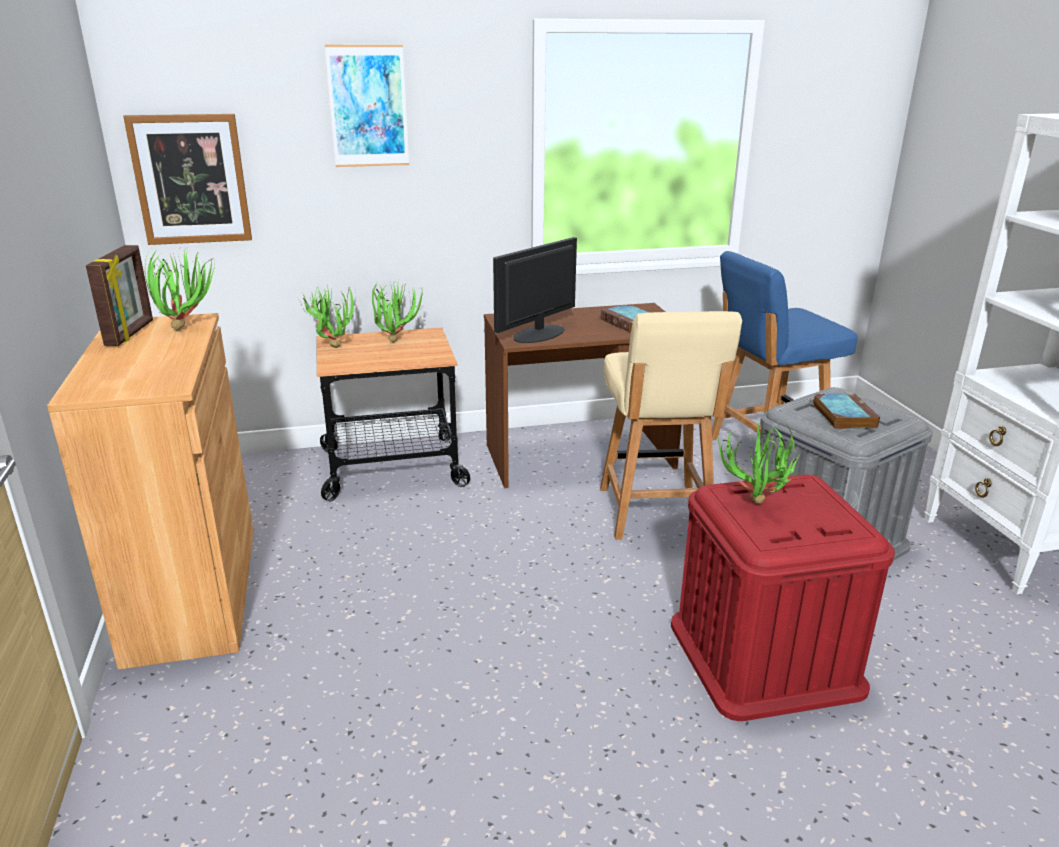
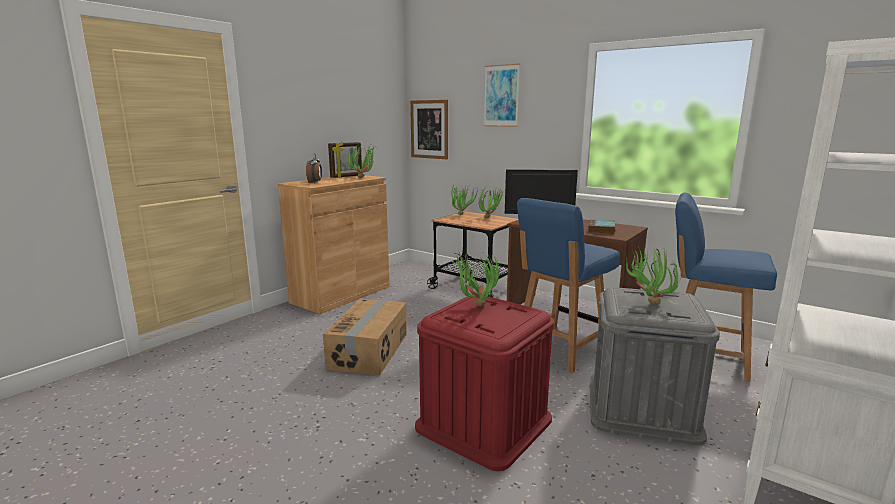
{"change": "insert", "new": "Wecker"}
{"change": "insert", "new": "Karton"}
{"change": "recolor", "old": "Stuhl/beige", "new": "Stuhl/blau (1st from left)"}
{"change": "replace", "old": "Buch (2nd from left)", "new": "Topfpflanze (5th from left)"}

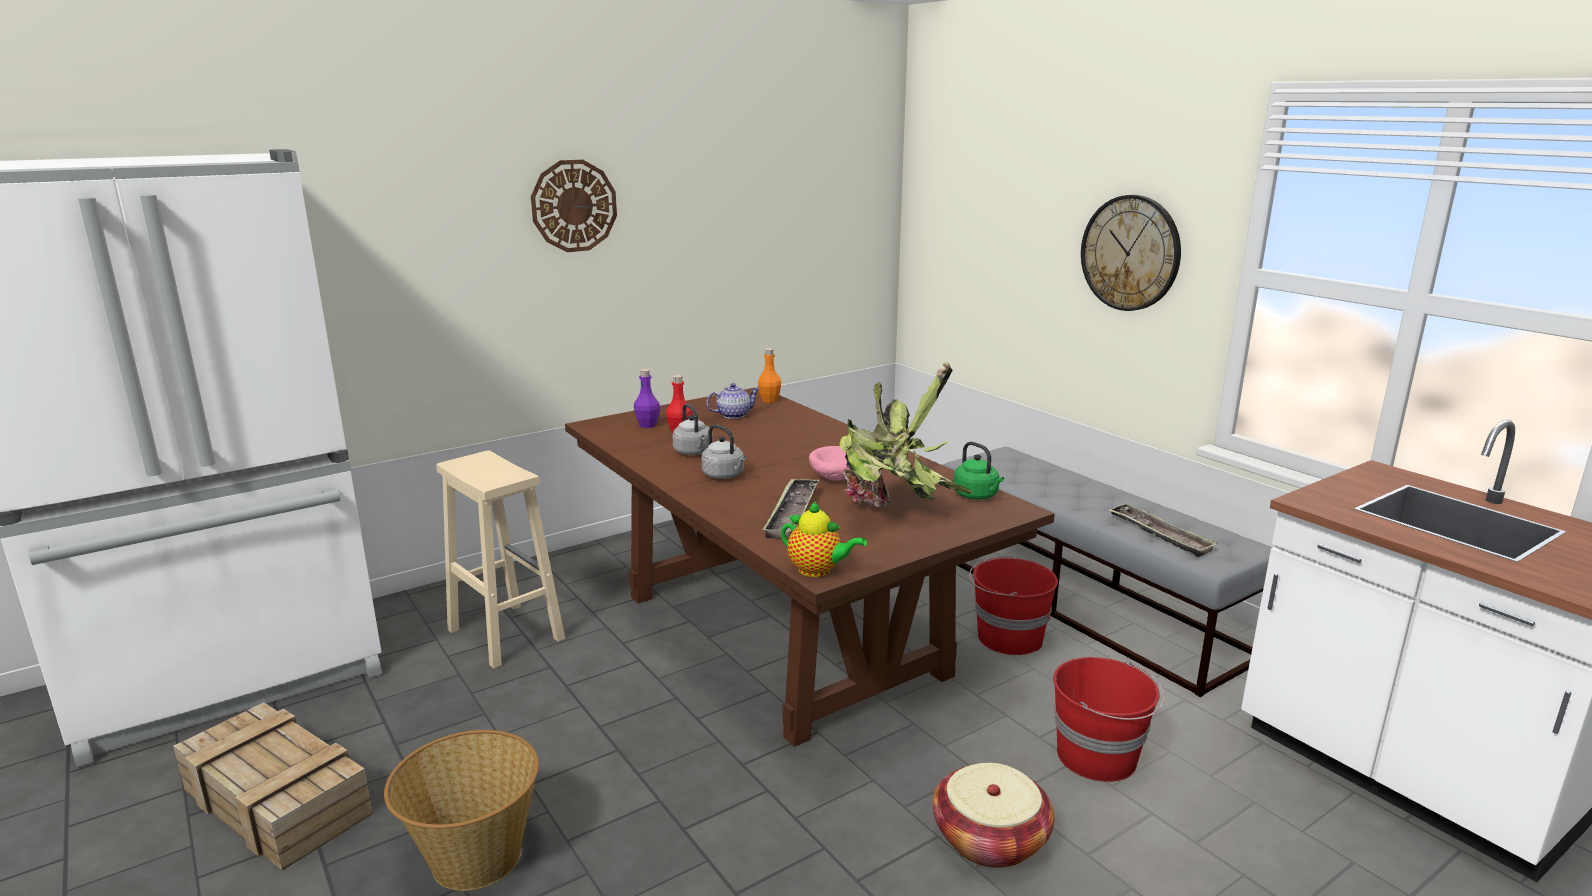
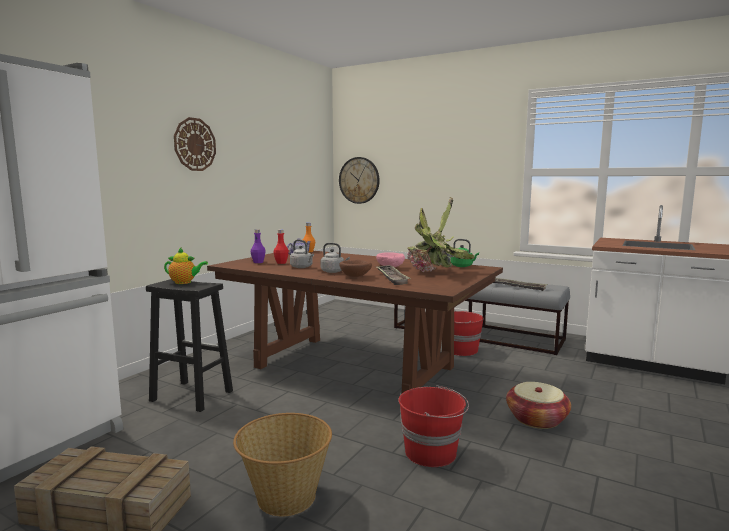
{"change": "recolor", "old": "Hocker/beige", "new": "Hocker/schwarz"}
{"change": "move", "old": "Teekanne (2nd from left in the first image)", "new": "Teekanne (1st from left)"}
{"change": "move", "old": "Wanduhr (2nd from left)"}
{"change": "insert", "new": "Schüssel/braun"}
{"change": "move", "old": "Eimer/rot (2nd from left in the first image)", "new": "Eimer/rot (1st from left)"}

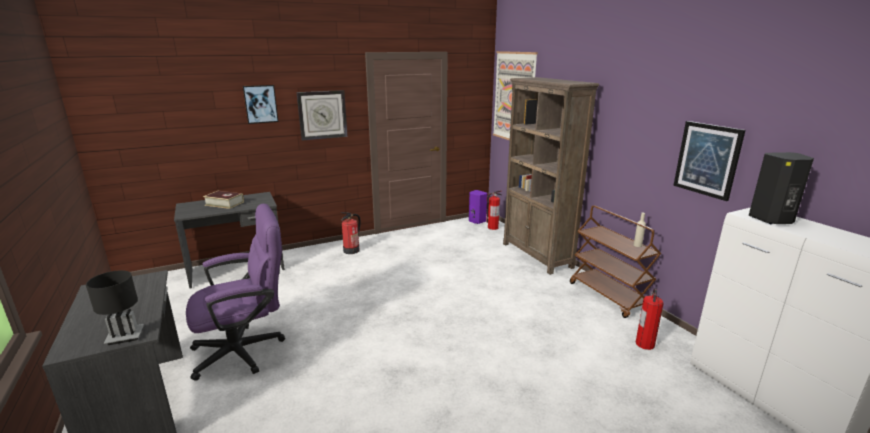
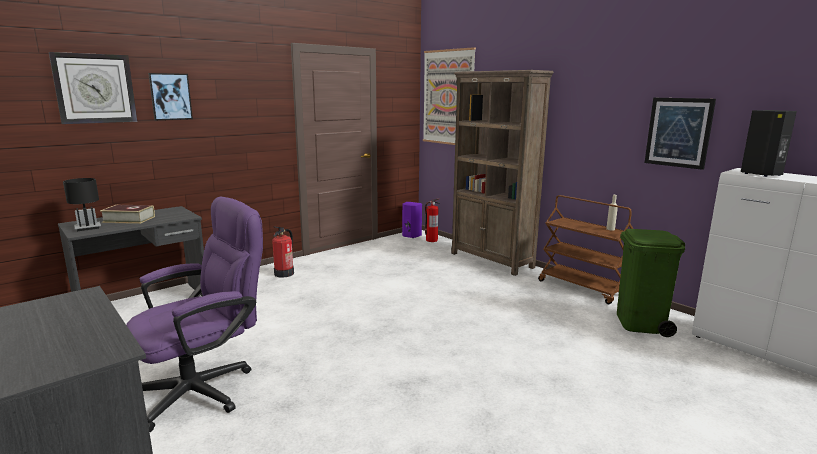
{"change": "move", "old": "Wanduhr"}
{"change": "move", "old": "Tischlampe/schwarz"}
{"change": "replace", "old": "Feuerlöscher (3rd from left)", "new": "Mülleimer/grün"}

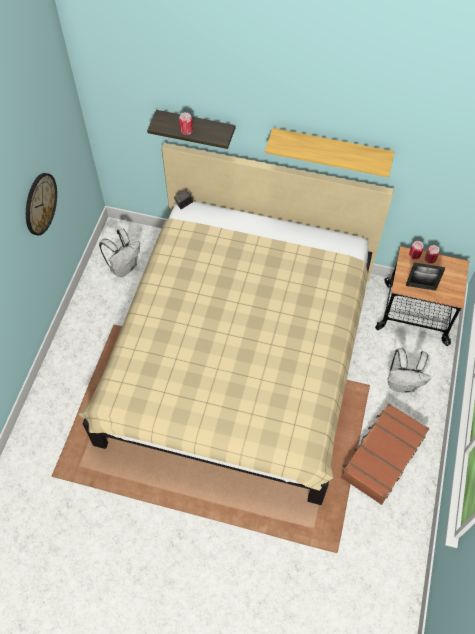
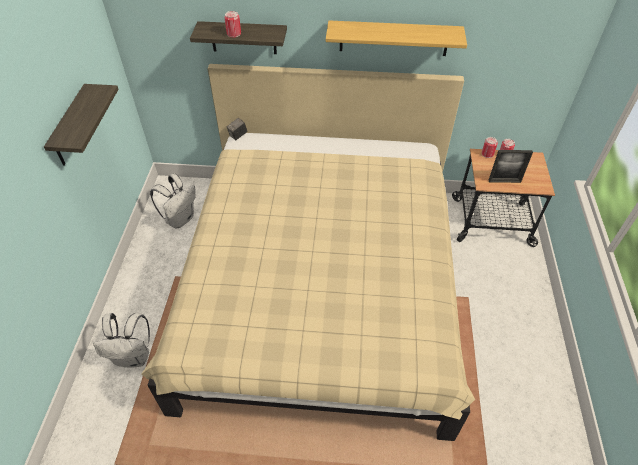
{"change": "replace", "old": "Wanduhr", "new": "Wandregal (1st from left)"}
{"change": "move", "old": "Rucksack/weiß (2nd from left in the first image)", "new": "Rucksack/weiß (1st from left)"}
{"change": "delete", "old": "Koffer/braun"}

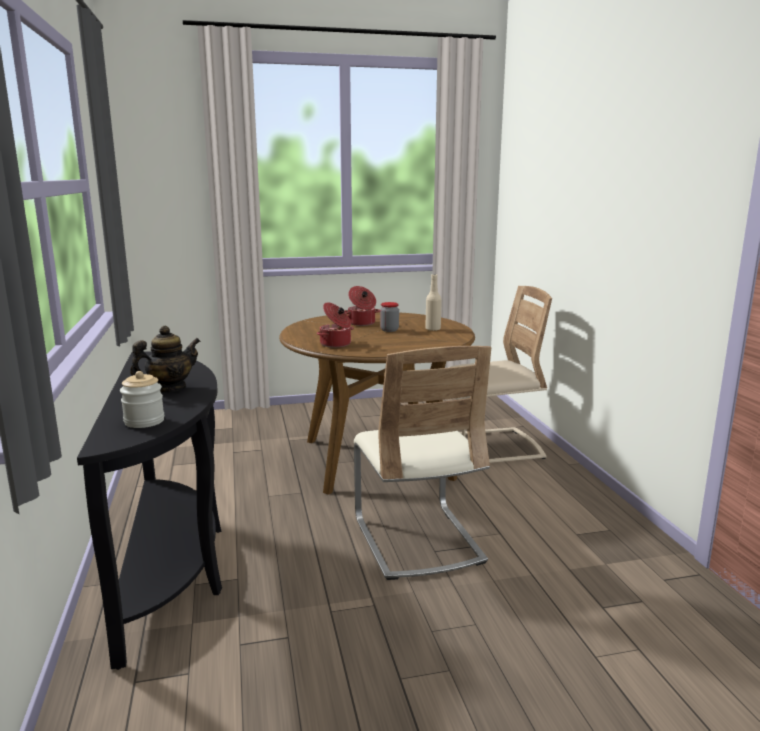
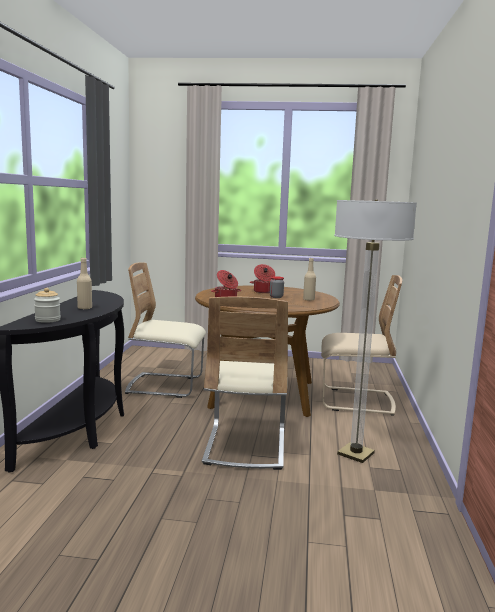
{"change": "replace", "old": "Teekanne", "new": "Flasche/beige (1st from left)"}
{"change": "insert", "new": "Stuhl/beige (1st from left)"}
{"change": "insert", "new": "Stehlampe"}

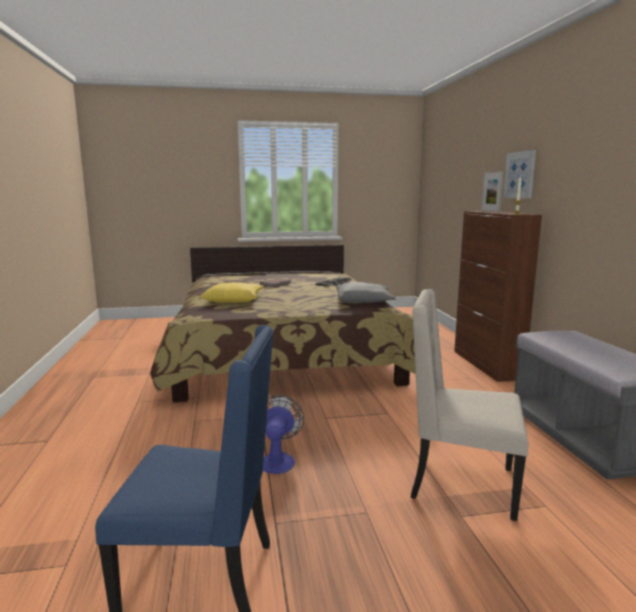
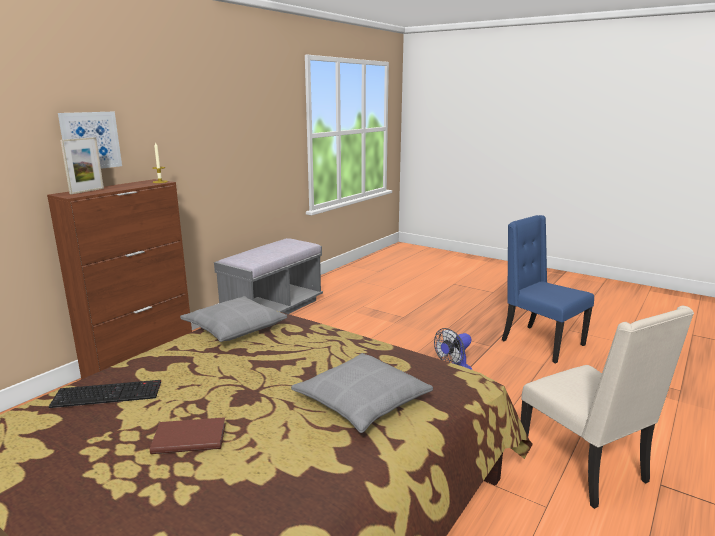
{"change": "recolor", "old": "Kissen/gelb", "new": "Kissen/grau (2nd from left)"}
{"change": "move", "old": "Stuhl/beige"}

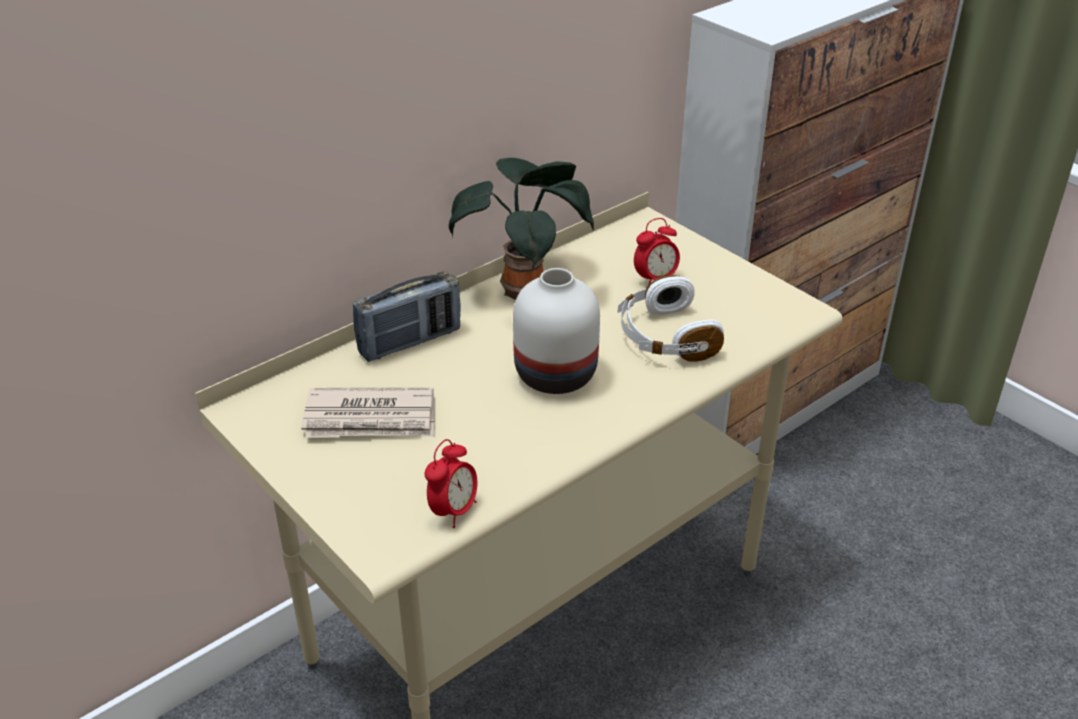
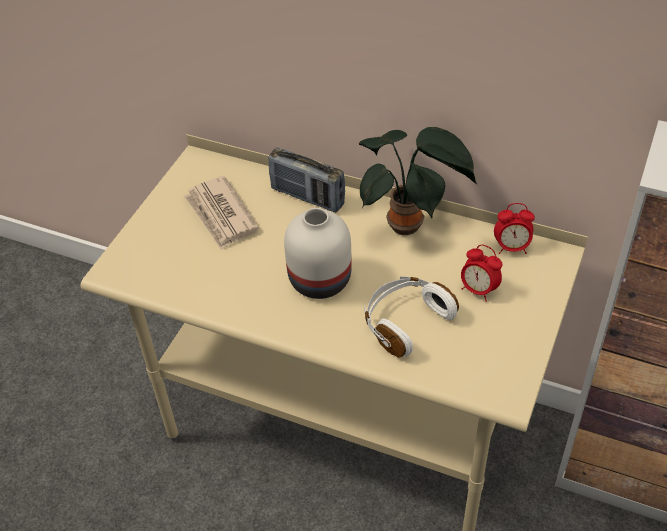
{"change": "move", "old": "Wecker (1st from left in the first image)", "new": "Wecker (2nd from left)"}

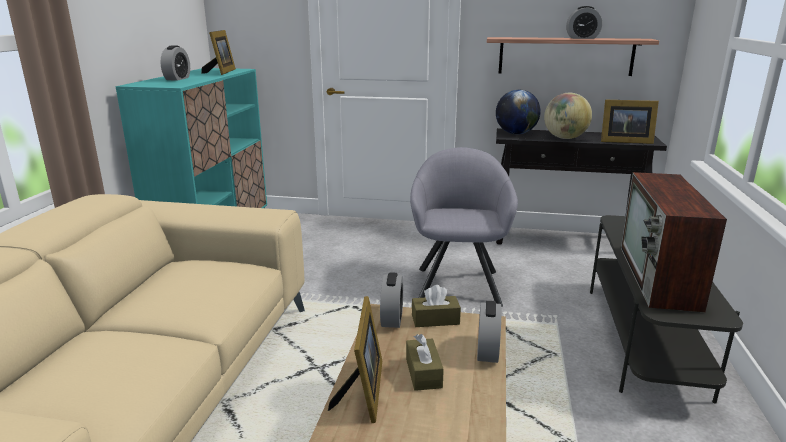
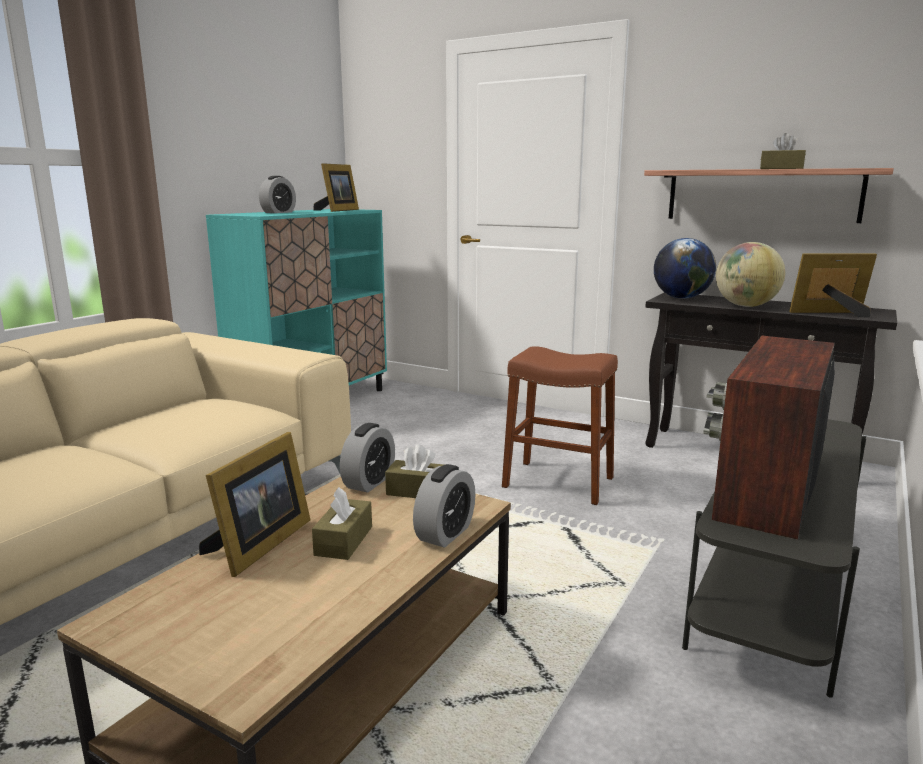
{"change": "replace", "old": "Sessel/grau", "new": "Hocker/braun"}
{"change": "replace", "old": "Wecker (4th from left)", "new": "Taschentuchbox/braun (3rd from left)"}
{"change": "rotate", "old": "Bilderrahmen (3rd from left)", "degrees": 150}

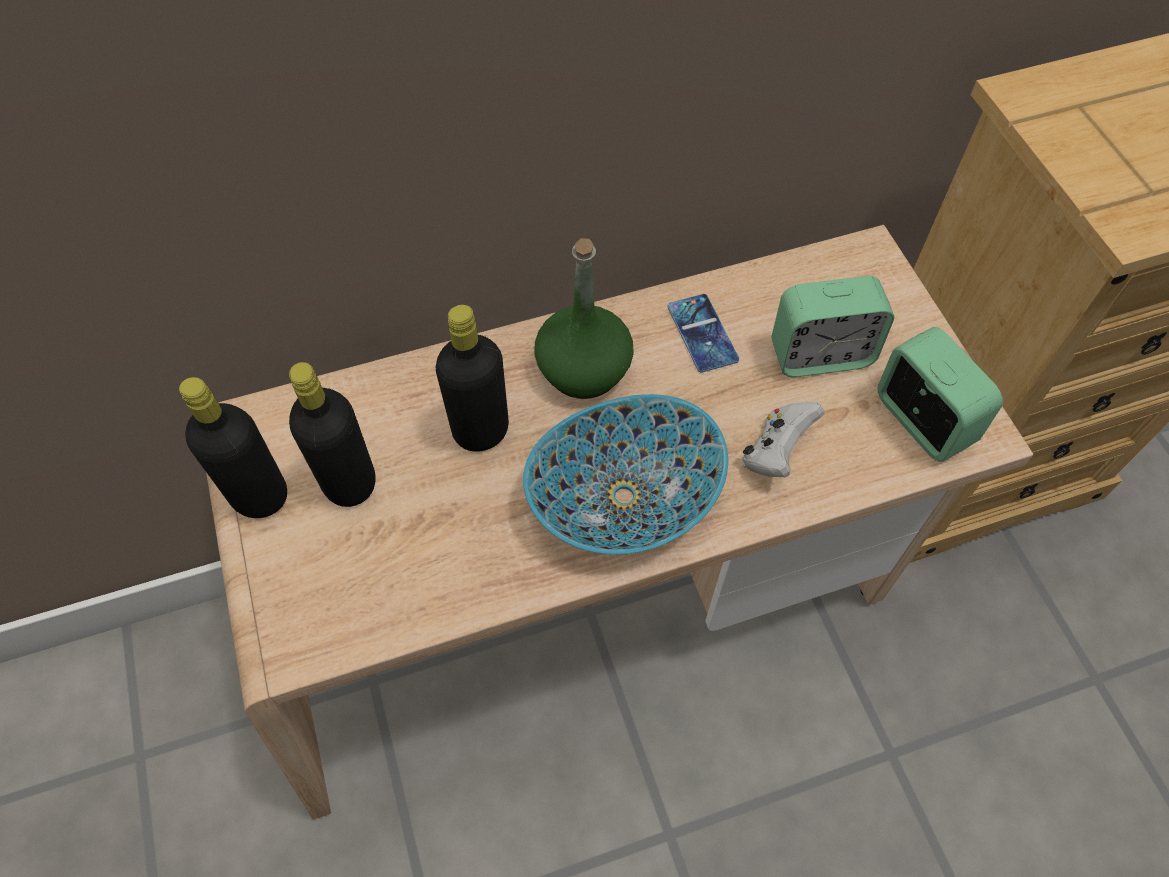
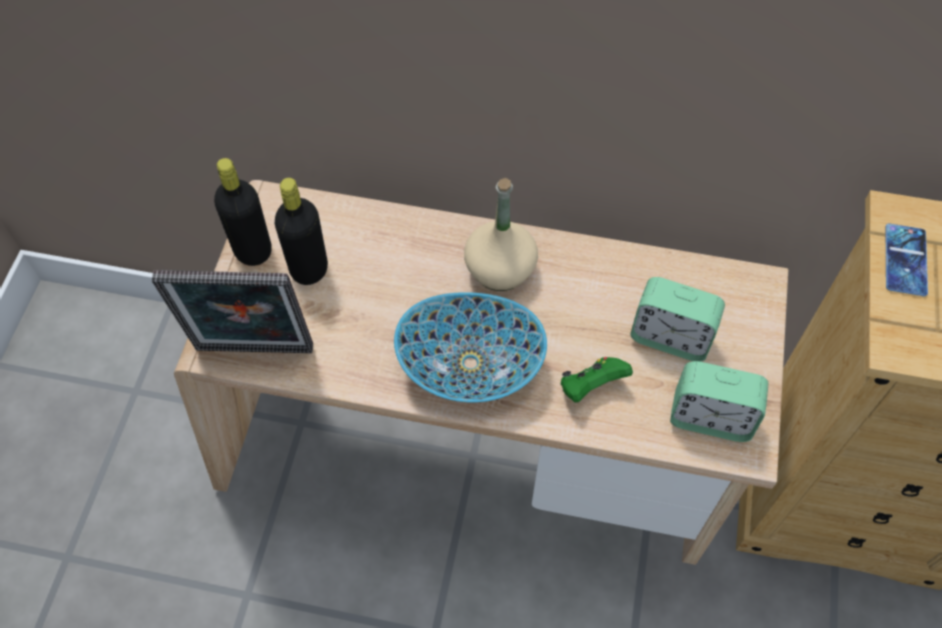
{"change": "insert", "new": "Bilderrahmen"}
{"change": "recolor", "old": "Flasche/grün", "new": "Flasche/beige"}
{"change": "recolor", "old": "Gamepad/weiß", "new": "Gamepad/grün"}
{"change": "rotate", "old": "Wecker (2nd from left)", "degrees": 105}
{"change": "move", "old": "Handy"}
{"change": "delete", "old": "Flasche/schwarz (3rd from left)"}

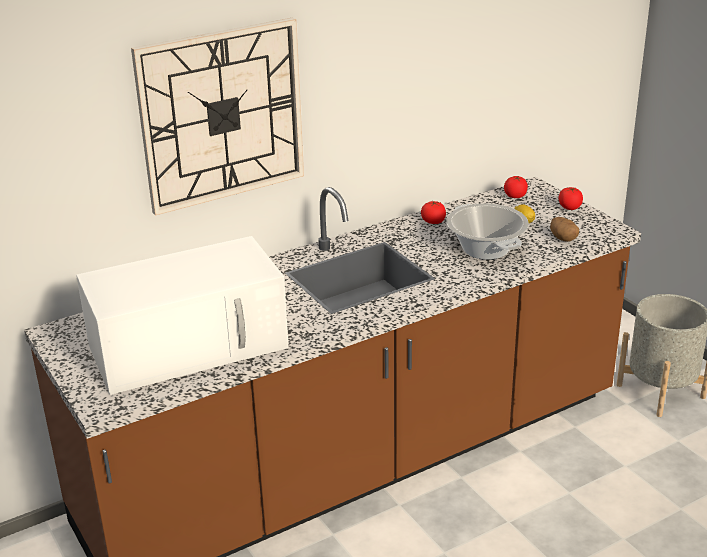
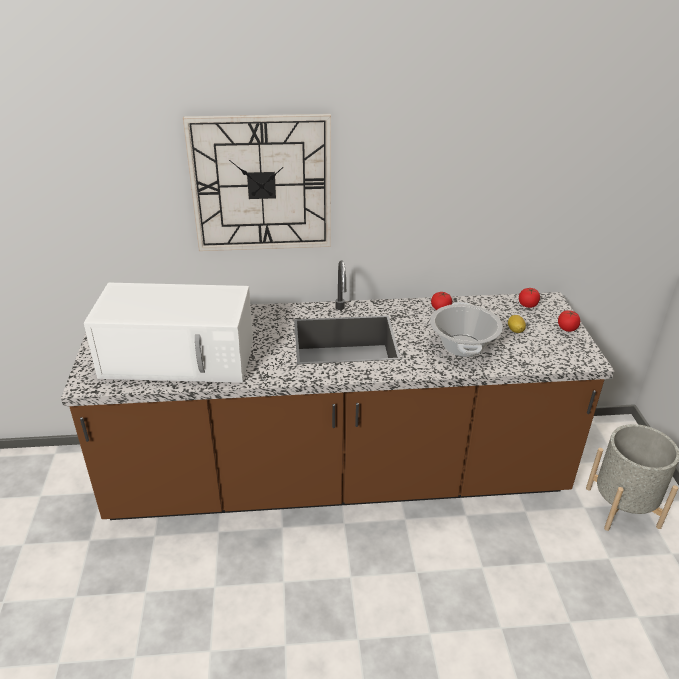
{"change": "delete", "old": "Kartoffel"}

